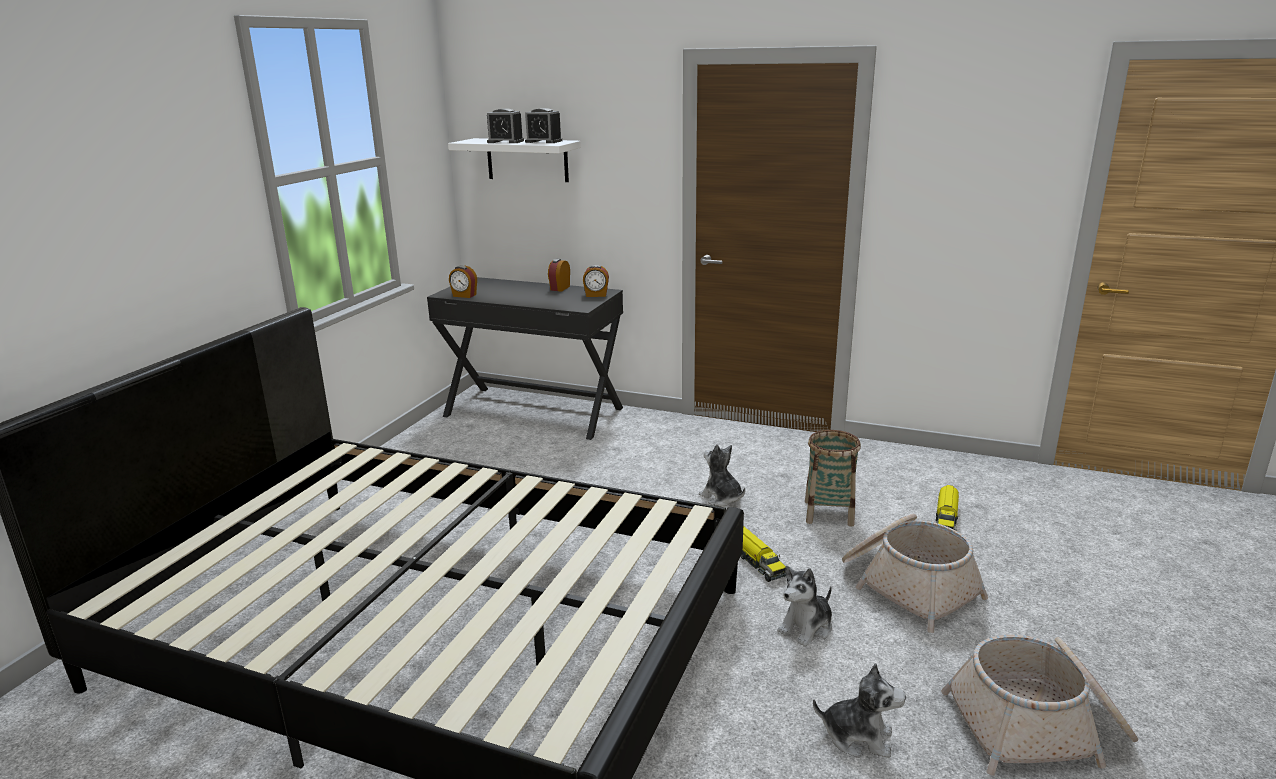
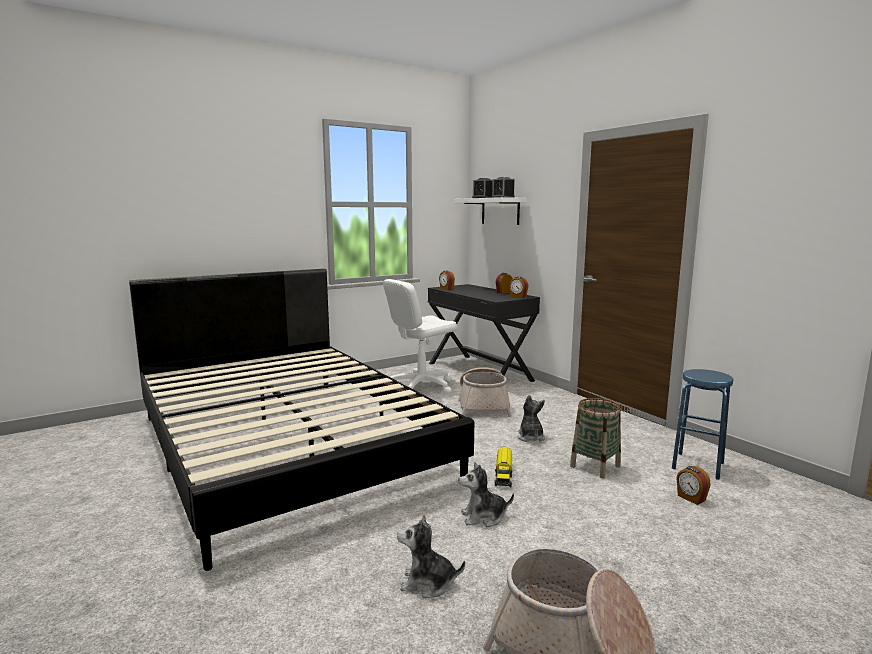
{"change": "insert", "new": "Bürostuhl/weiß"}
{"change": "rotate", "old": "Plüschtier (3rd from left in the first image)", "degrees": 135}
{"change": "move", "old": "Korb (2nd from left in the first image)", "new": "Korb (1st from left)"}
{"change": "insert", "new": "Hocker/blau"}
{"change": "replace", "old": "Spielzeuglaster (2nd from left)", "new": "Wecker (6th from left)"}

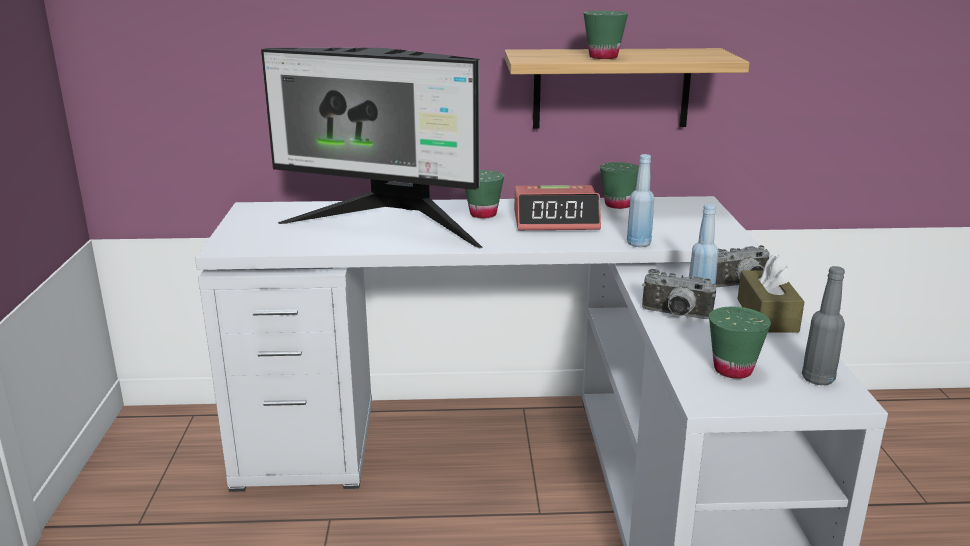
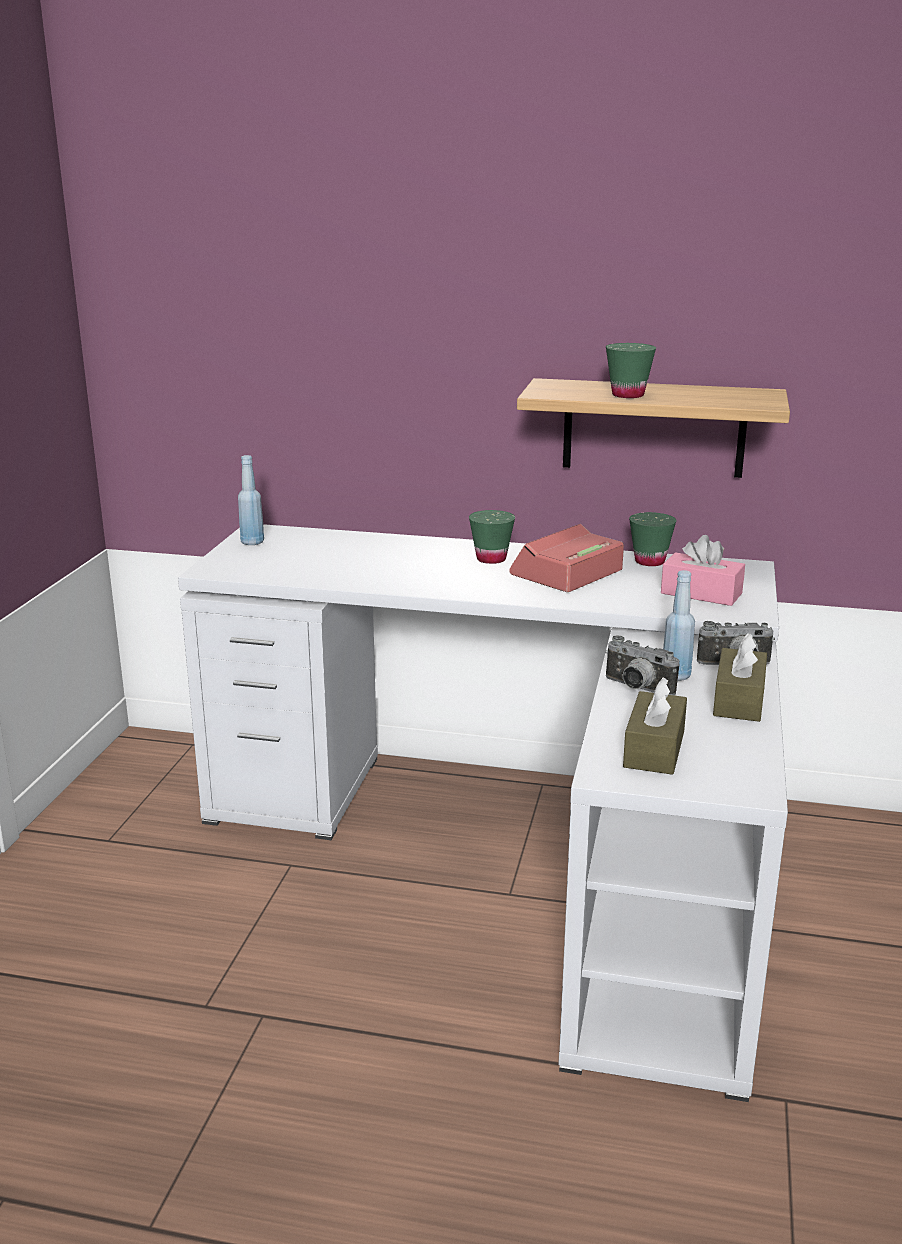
{"change": "move", "old": "Flasche/blau (1st from left)"}
{"change": "rotate", "old": "Wecker", "degrees": 120}
{"change": "replace", "old": "Tasse/grün (4th from left)", "new": "Taschentuchbox/braun (1st from left)"}
{"change": "insert", "new": "Taschentuchbox/rosa"}
{"change": "delete", "old": "Monitor"}
{"change": "delete", "old": "Flasche/grau"}

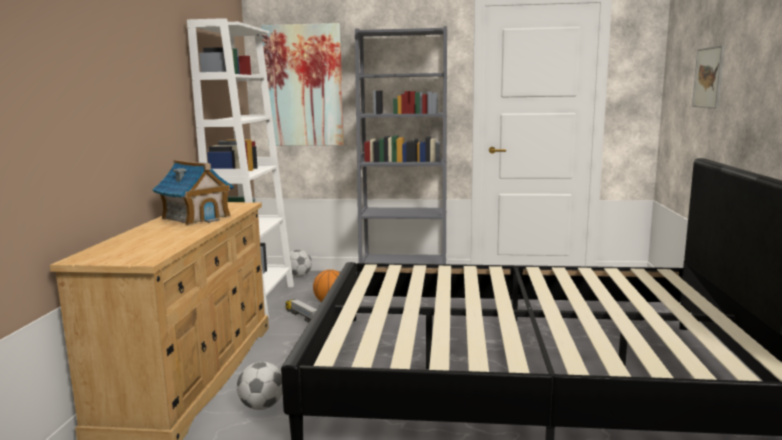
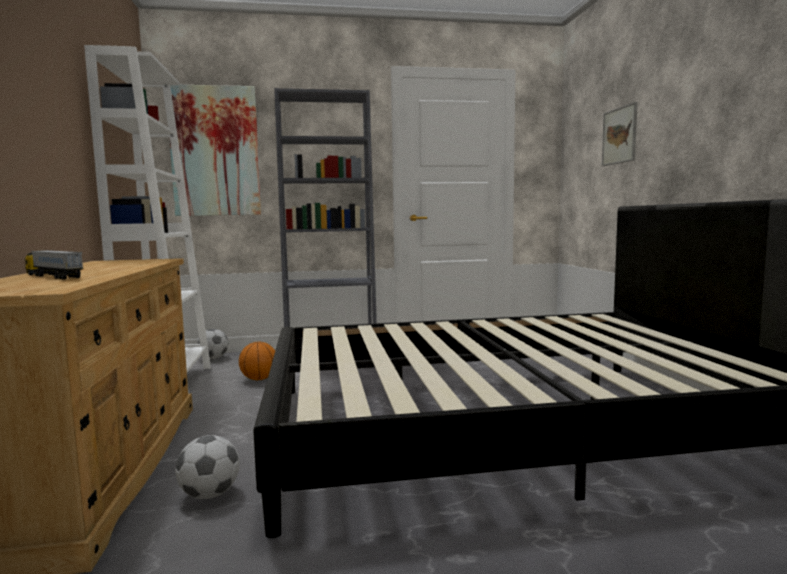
{"change": "move", "old": "Spielzeuglaster"}
{"change": "delete", "old": "Spielzeughaus"}

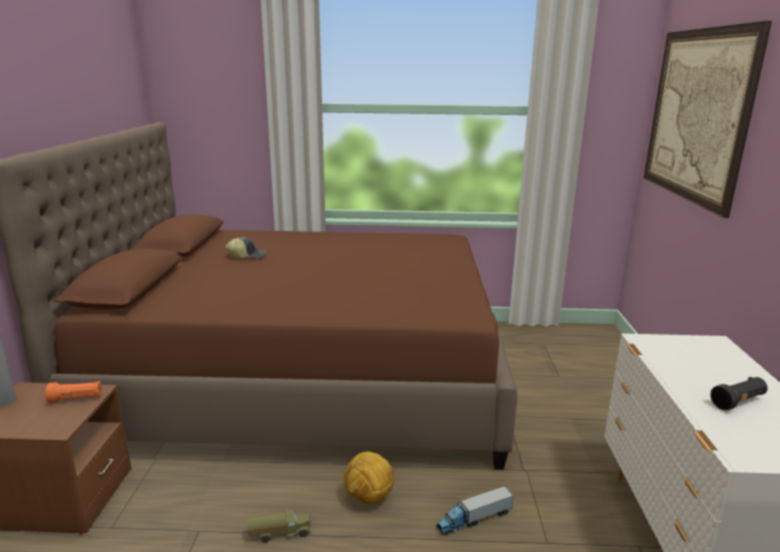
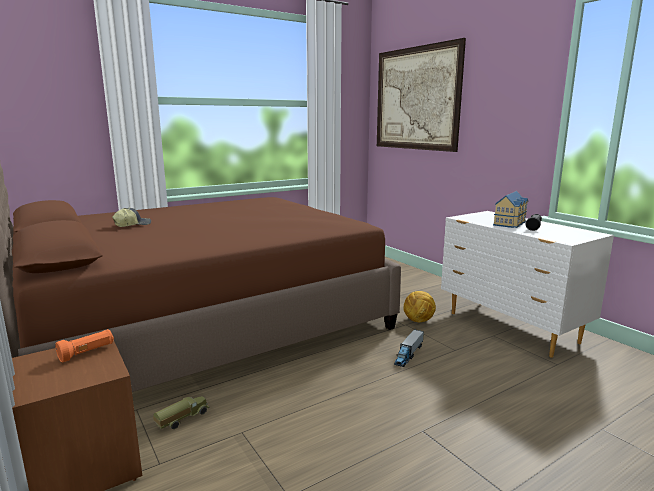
{"change": "move", "old": "Spielzeuglaster (1st from left)"}
{"change": "move", "old": "Fußball"}
{"change": "insert", "new": "Spielzeughaus"}

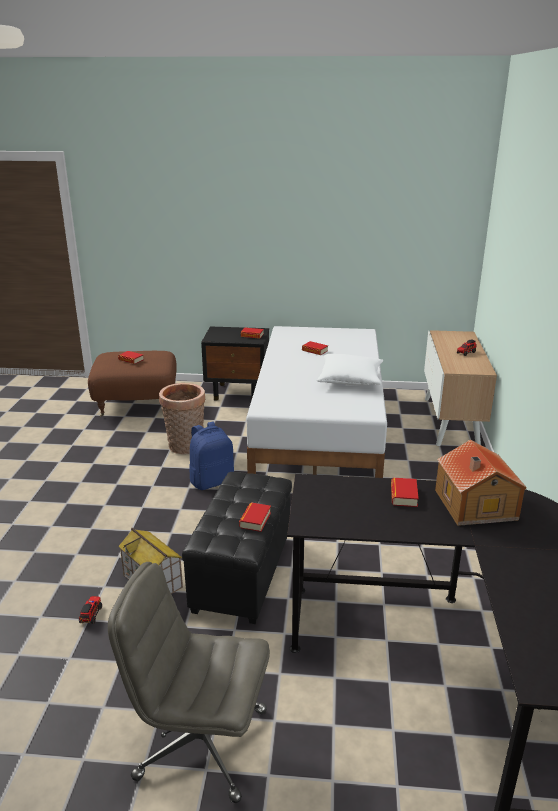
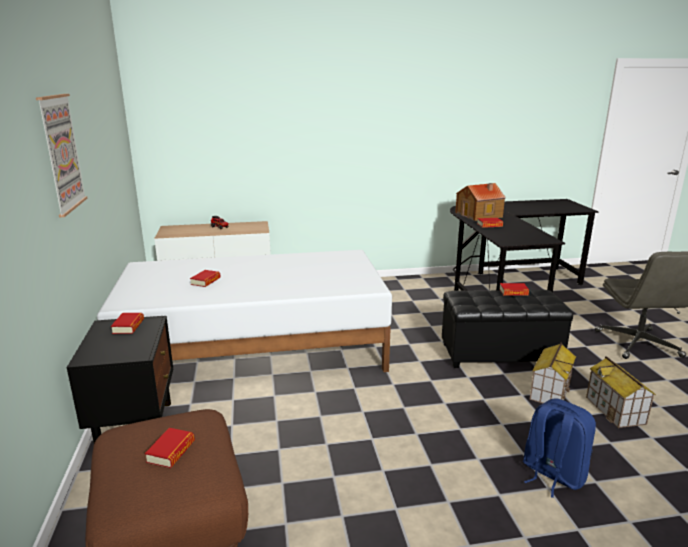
{"change": "insert", "new": "Bild"}
{"change": "move", "old": "Rucksack/blau"}
{"change": "replace", "old": "Spielzeuglaster (1st from left)", "new": "Spielzeughaus (3rd from left)"}
{"change": "delete", "old": "Korb"}
{"change": "delete", "old": "Kissen/weiß"}

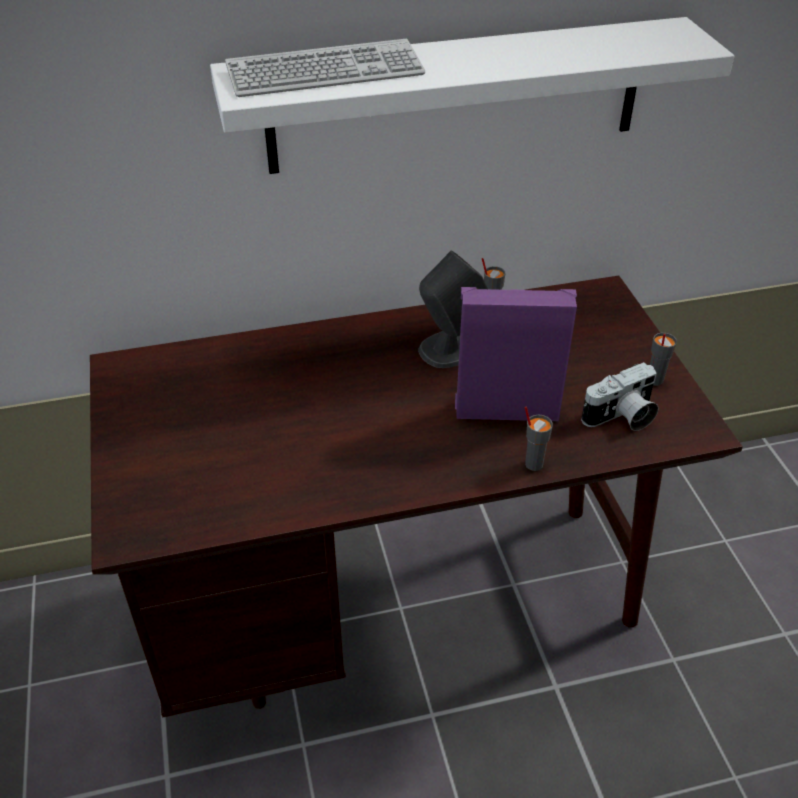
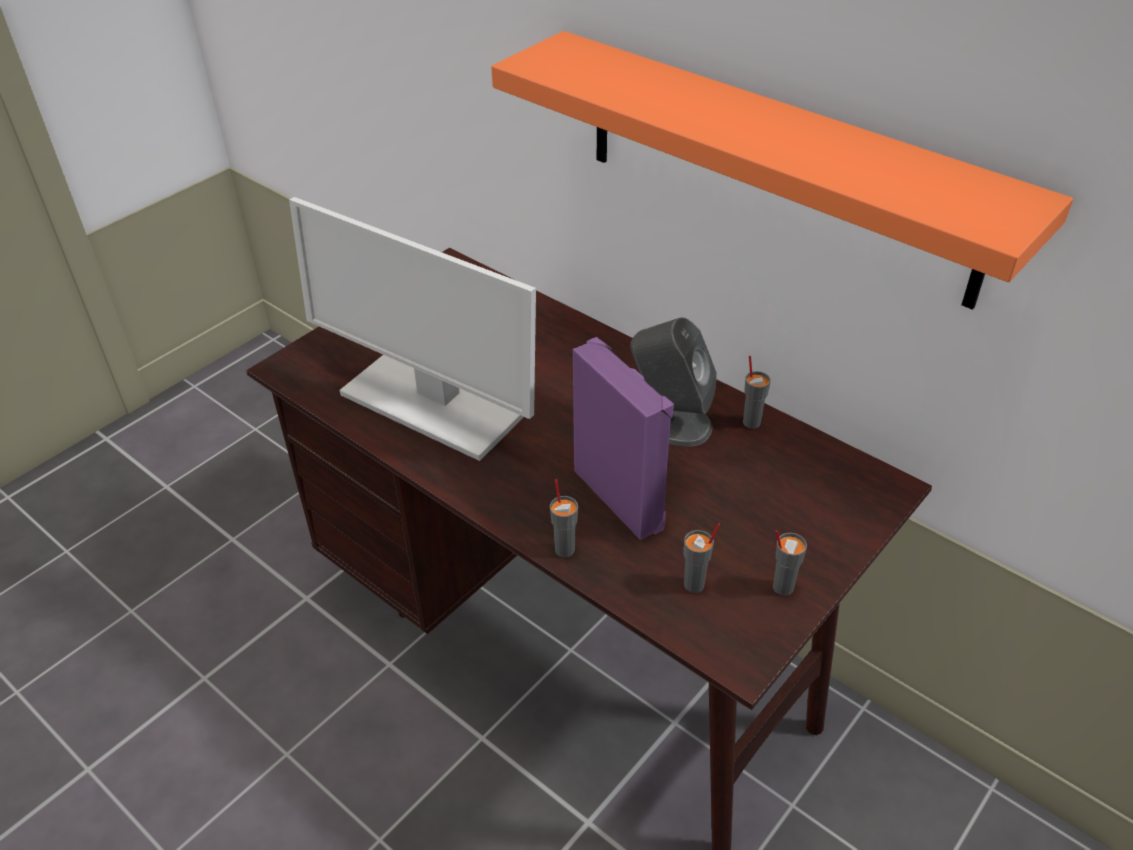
{"change": "insert", "new": "Monitor"}
{"change": "recolor", "old": "Wandregal/weiß", "new": "Wandregal/orange"}
{"change": "replace", "old": "Kamera", "new": "Tasse/grau (2nd from left)"}
{"change": "delete", "old": "Tastatur"}

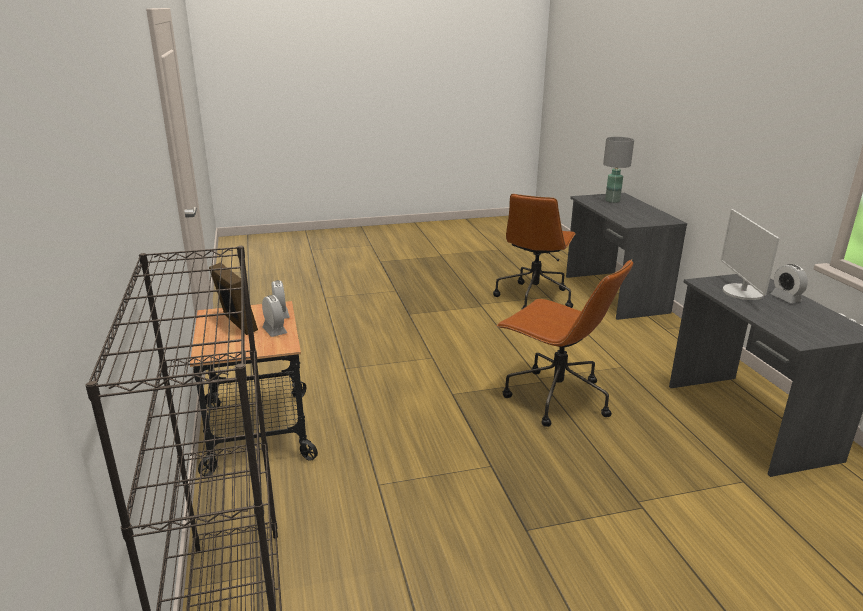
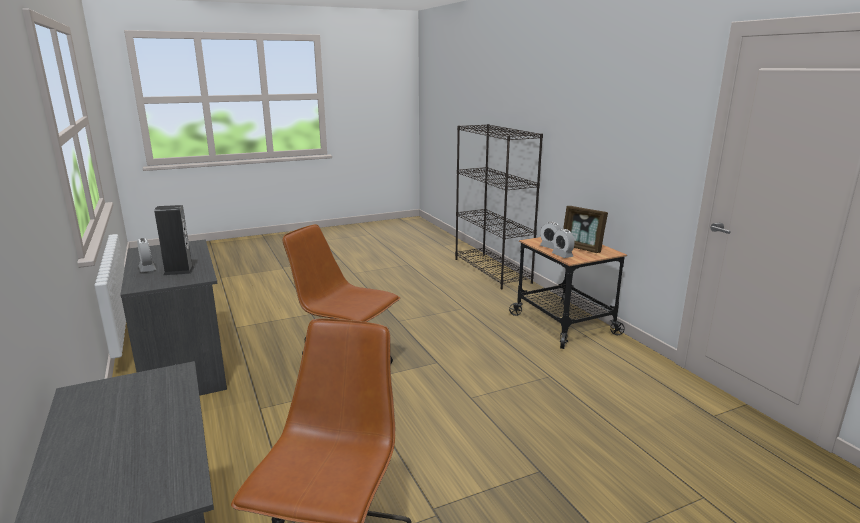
{"change": "replace", "old": "Monitor", "new": "Lautsprecher"}
{"change": "delete", "old": "Tischlampe/grau"}

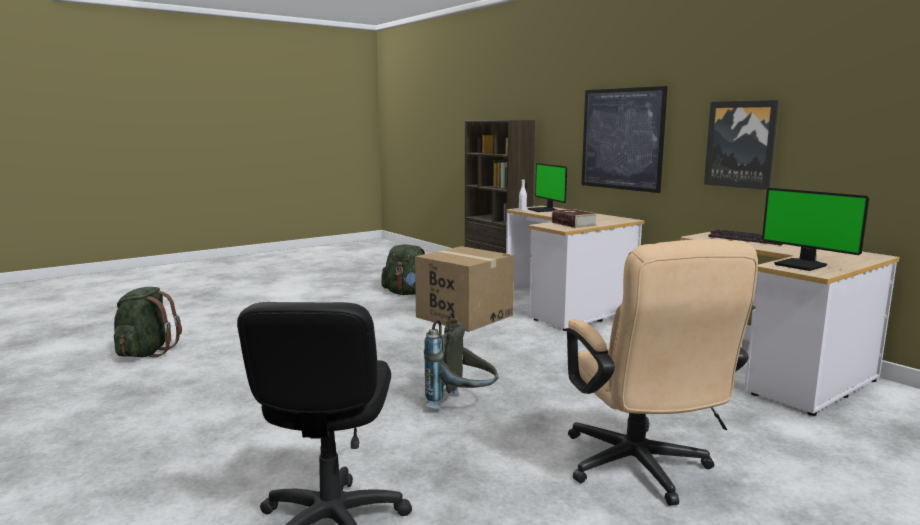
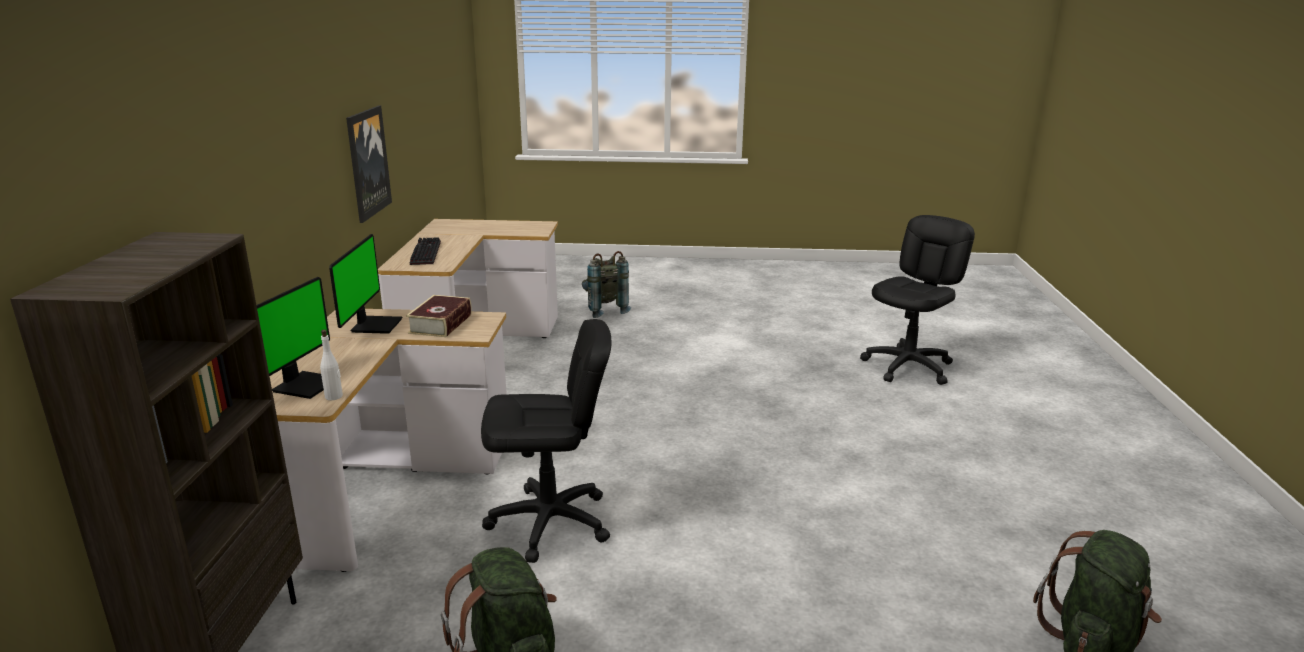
{"change": "move", "old": "Monitor (2nd from left)"}
{"change": "replace", "old": "Karton", "new": "Bürostuhl/schwarz (1st from left)"}
{"change": "move", "old": "Rucksack/grau"}
{"change": "delete", "old": "Bürostuhl/beige"}
{"change": "delete", "old": "Bild (1st from left)"}

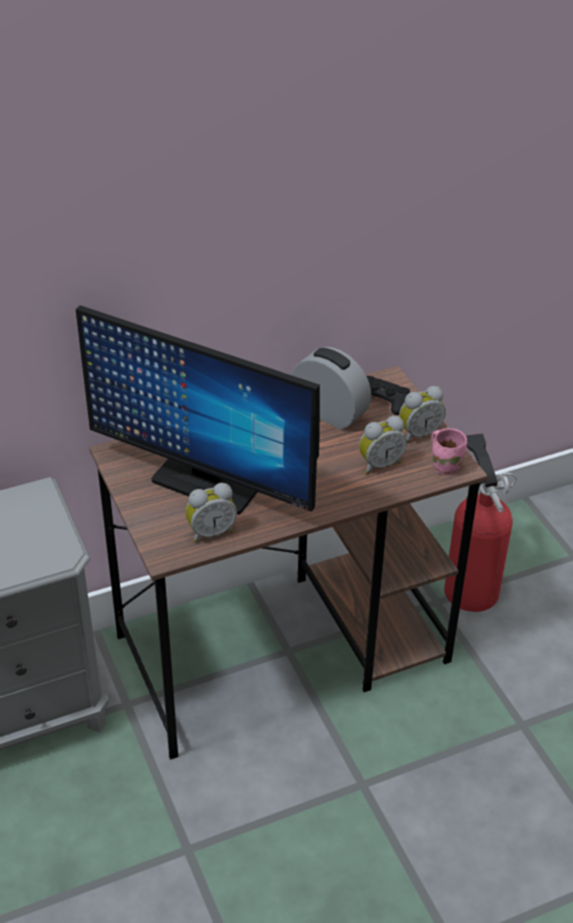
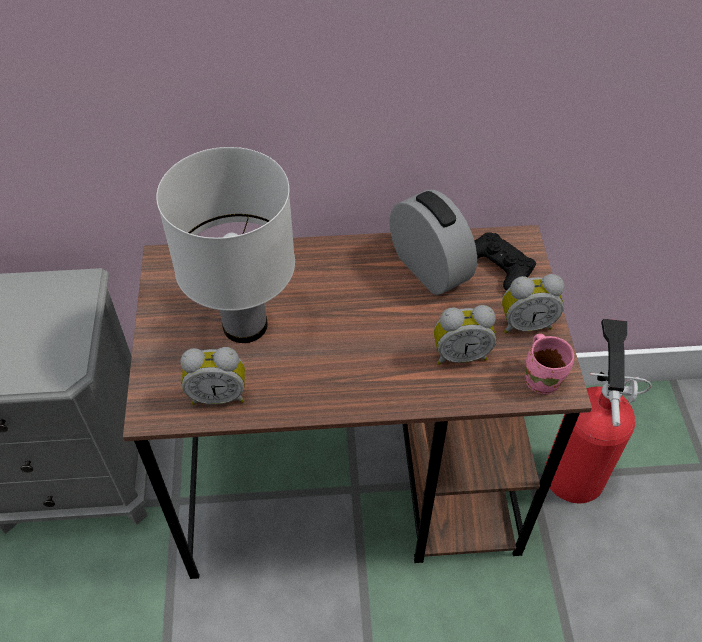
{"change": "replace", "old": "Monitor", "new": "Tischlampe/weiß"}

